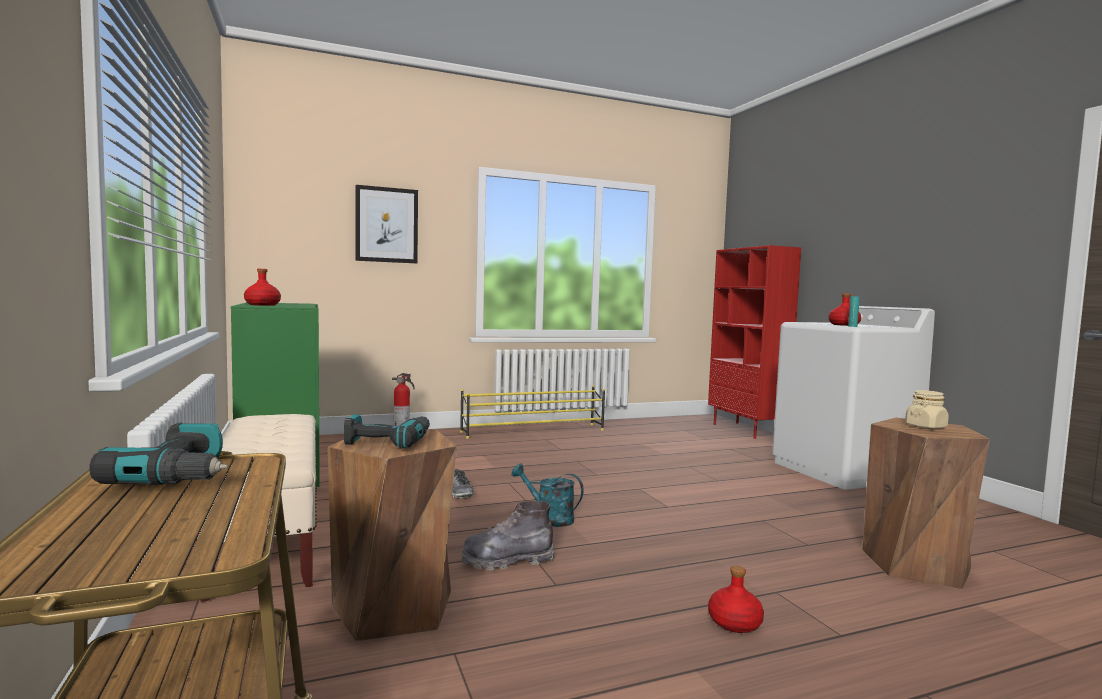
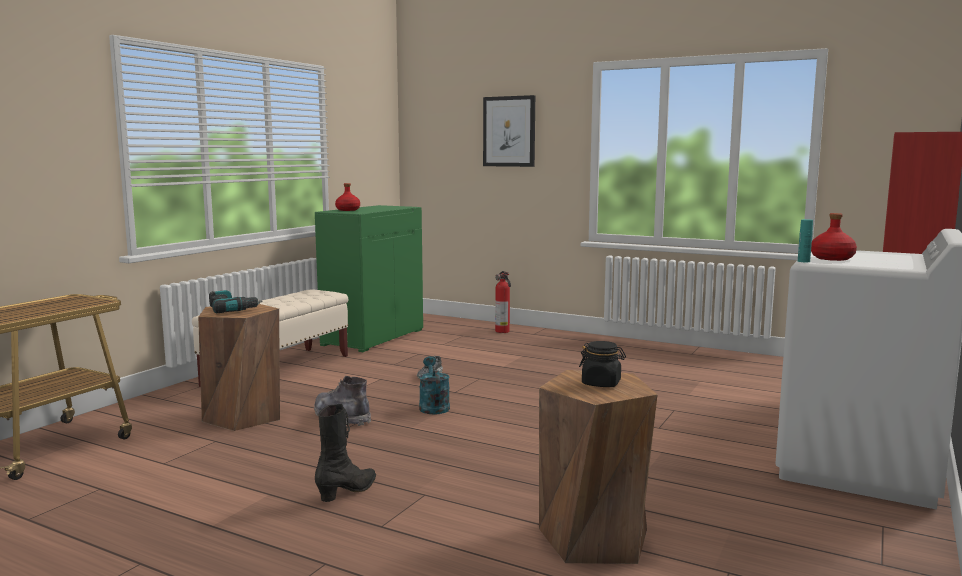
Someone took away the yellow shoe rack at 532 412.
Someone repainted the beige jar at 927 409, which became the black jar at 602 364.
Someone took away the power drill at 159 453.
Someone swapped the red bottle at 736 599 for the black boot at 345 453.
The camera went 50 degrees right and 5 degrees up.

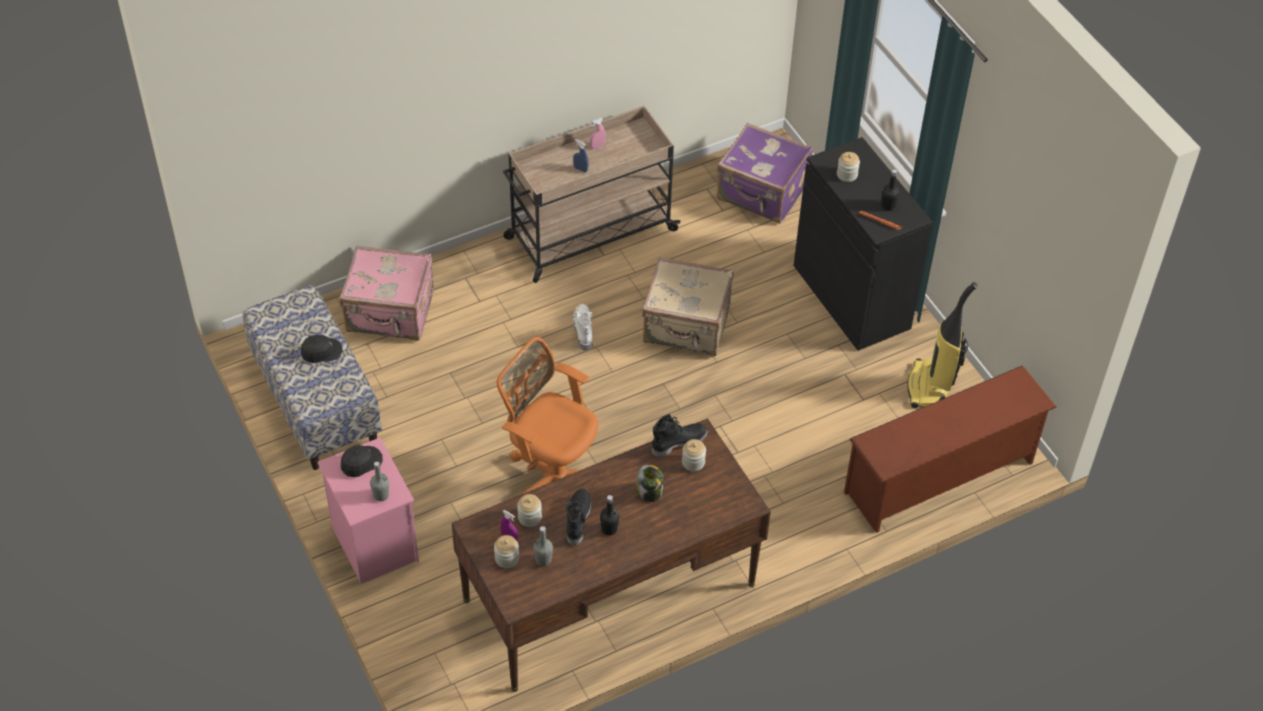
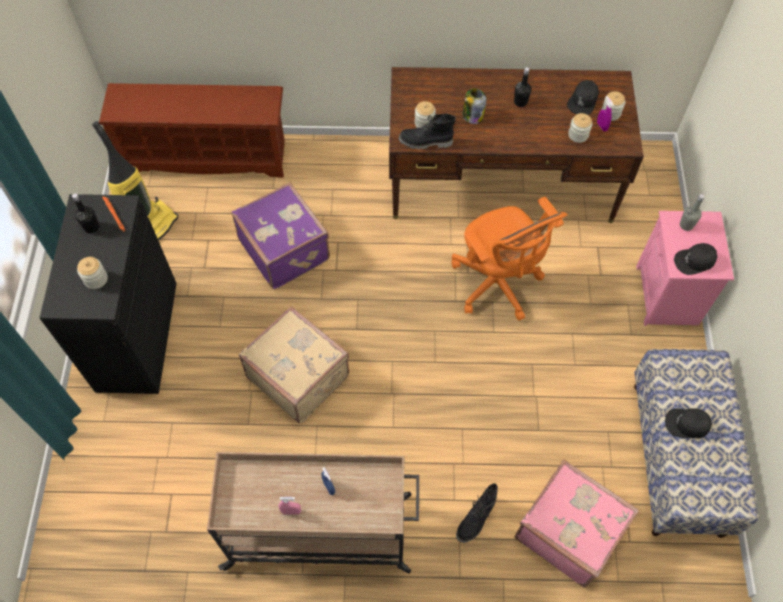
Someone carried the purple suitcase from 765 173 to 280 235.
Someone took away the white boot at 583 327.
Someone carried the black boot from 578 517 to 477 513.
Someone swapped the grey bottle at 543 546 for the black cap at 583 97.
The camera went 150 degrees left and 10 degrees up.

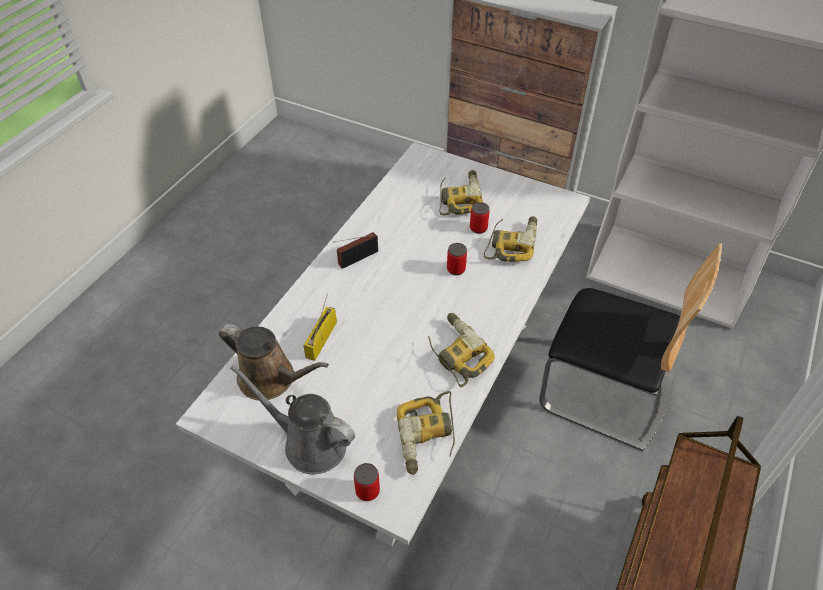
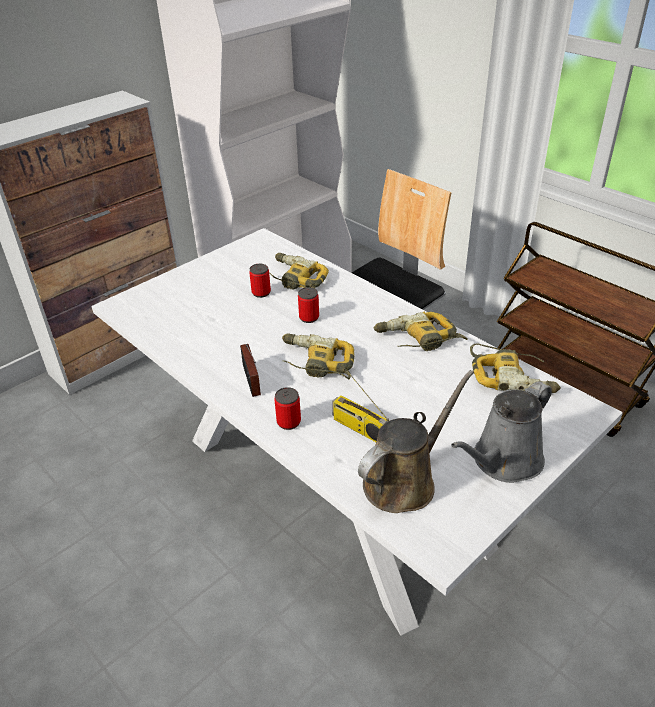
Someone carried the power drill from 461 192 to 318 357.
Someone carried the can from 367 482 to 287 408.
The camera went 70 degrees left and 10 degrees down.

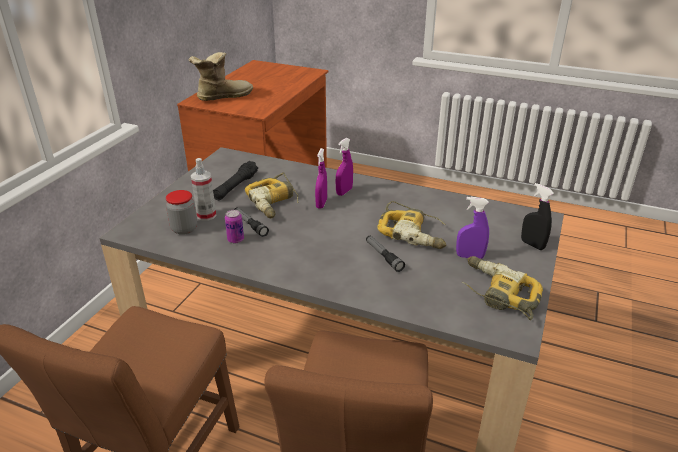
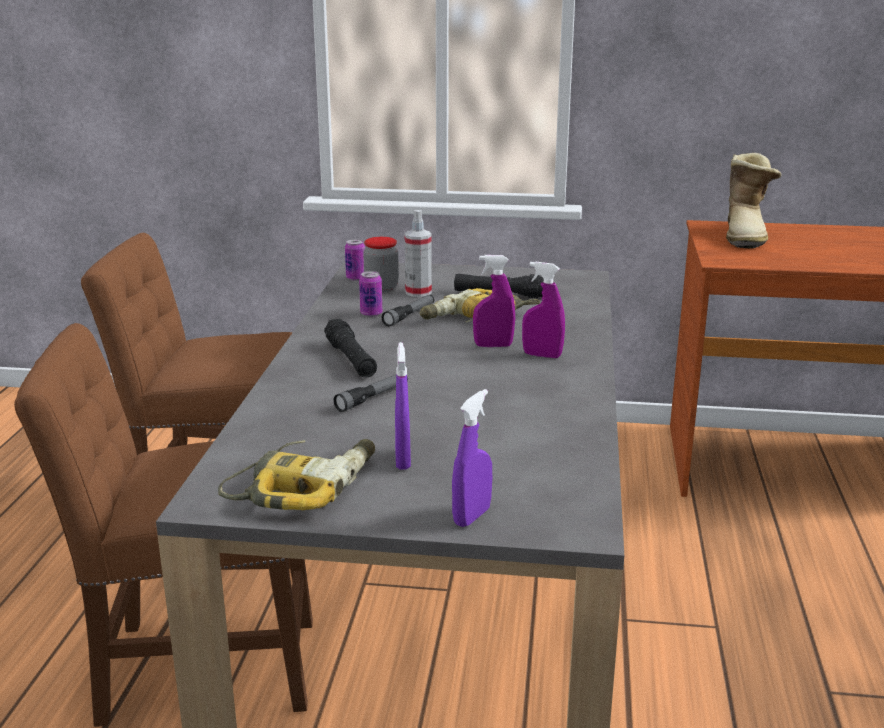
Someone rotated the boot at 221 76 by 60 degrees clockwise.
Someone repainted the black spray bottle at 537 216, which became the purple spray bottle at 472 458.
Someone took away the power drill at 411 225.
Someone put down the can at 355 260.
Someone put down the black flashlight at 350 348.
The camera went 75 degrees right and 10 degrees down.

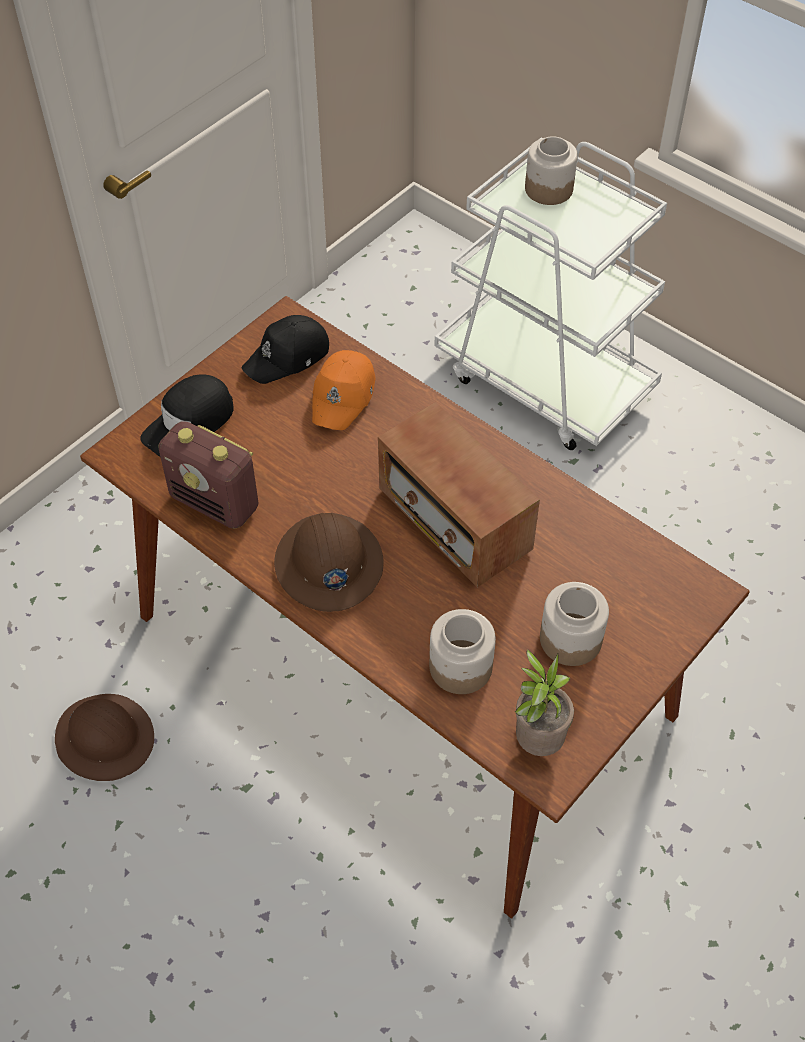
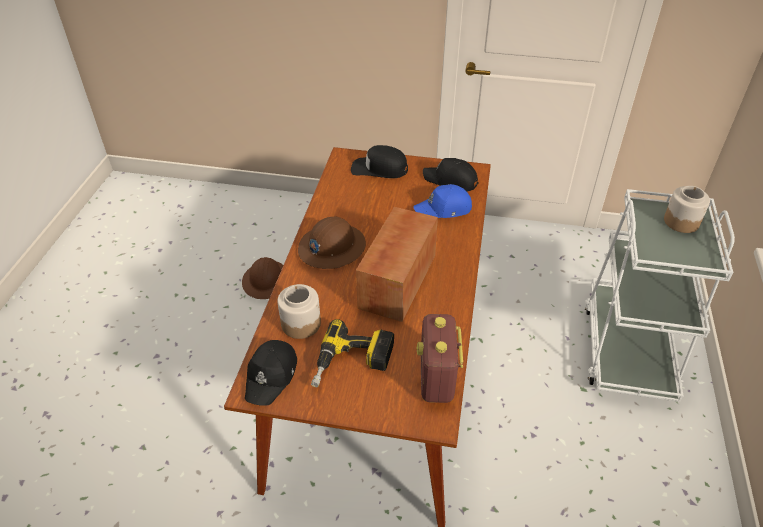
Someone repainted the orange cap at 343 390, which became the blue cap at 442 201.
Someone carried the radio from 208 475 to 440 358.
Someone swapped the jar at 574 624 for the power drill at 352 353.
Someone swapped the potted plant at 544 703 for the black cap at 271 373.
The camera went 60 degrees right and 10 degrees down.

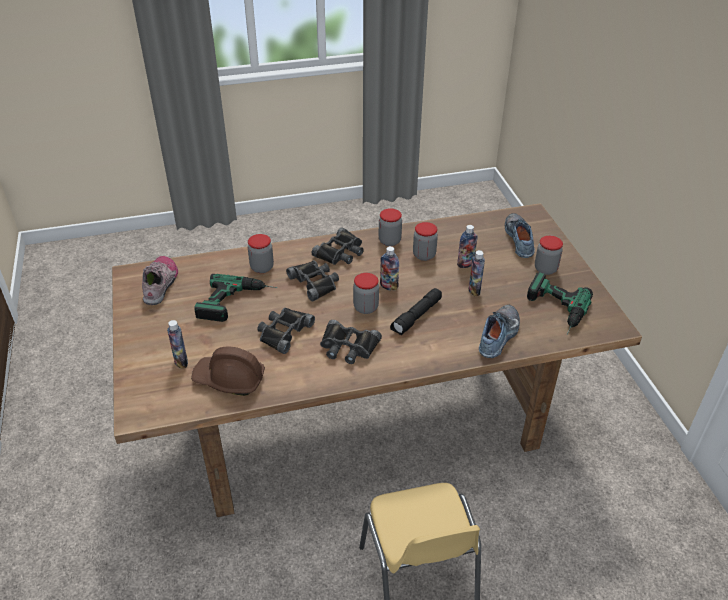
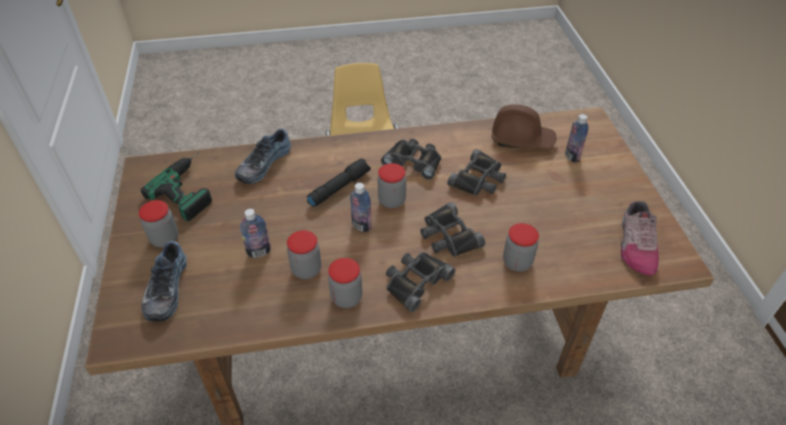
Someone took away the bottle at 477 273.
Someone took away the power drill at 236 298.
The camera went 175 degrees left and 5 degrees up.

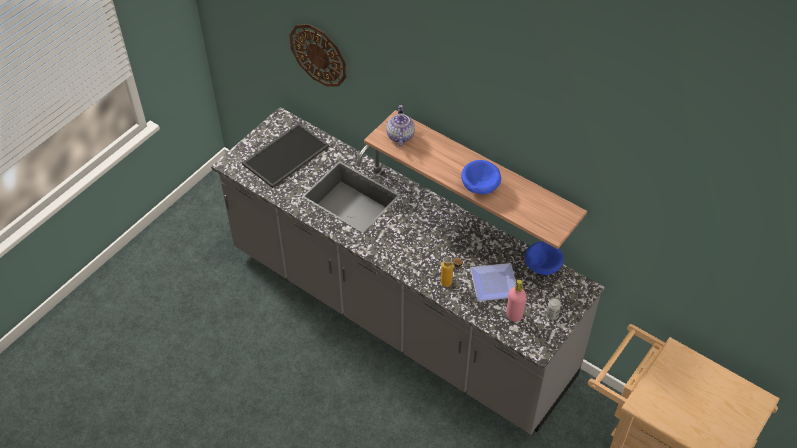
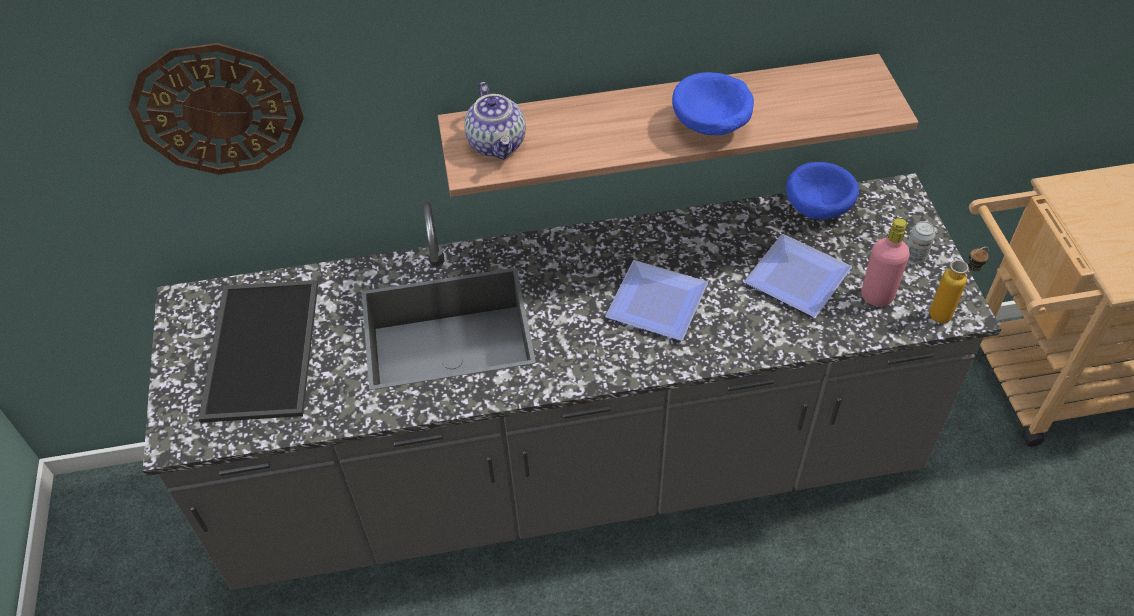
Someone rotated the teapot at 400 125 by 150 degrees counterclockwise.
Someone carried the bottle from 452 271 to 959 285.
Someone put down the plate at 656 300.
The camera went 45 degrees left and 0 degrees up.

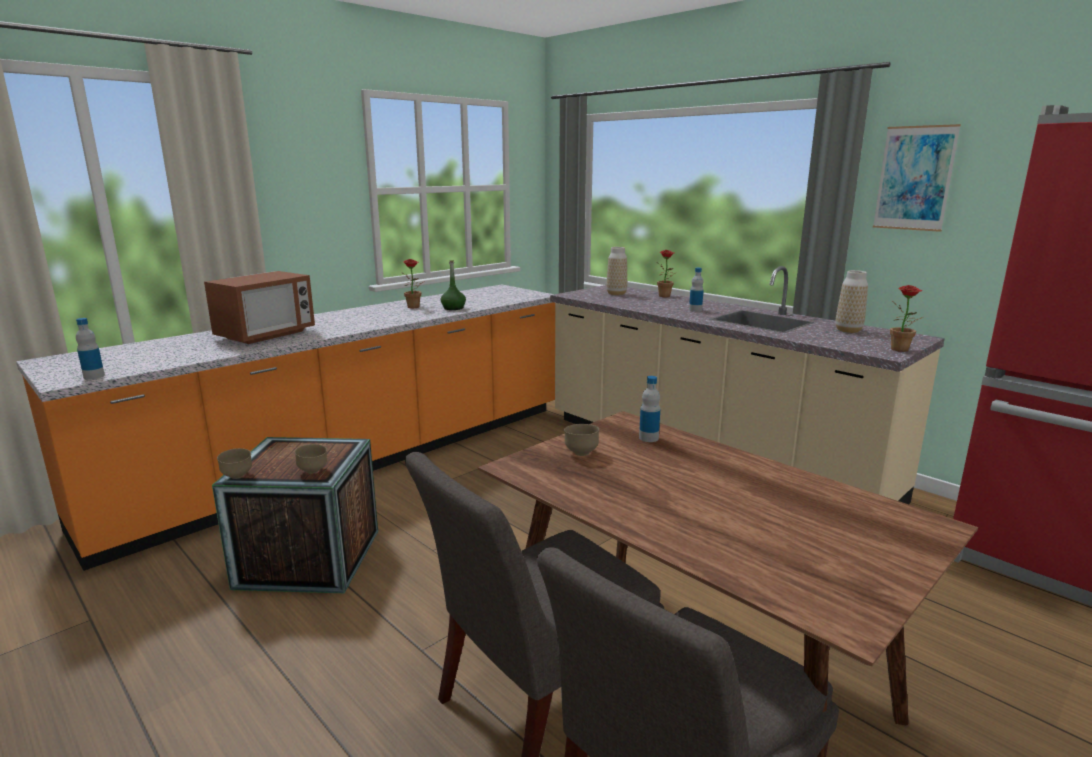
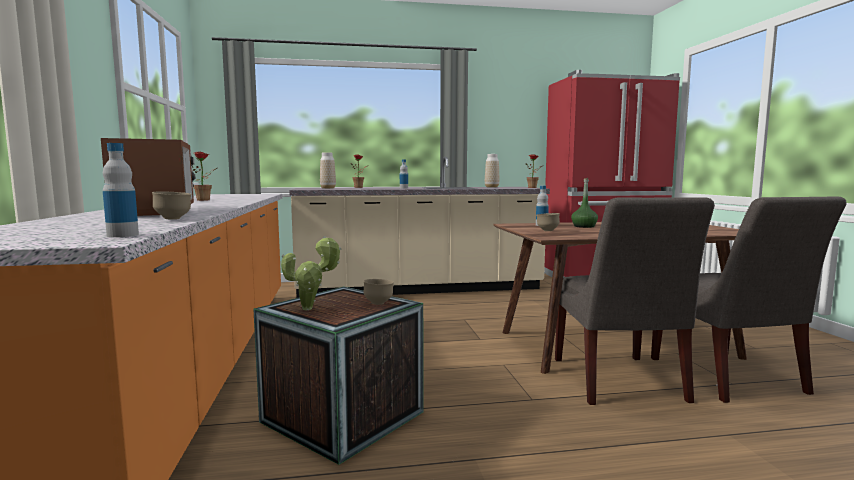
Someone took away the picture at 917 178.
Someone carried the green bottle from 453 285 to 584 203.
Someone carried the brown bowl from 234 463 to 172 205.
Someone put down the potted plant at 311 273.
The camera went 55 degrees left and 10 degrees down.

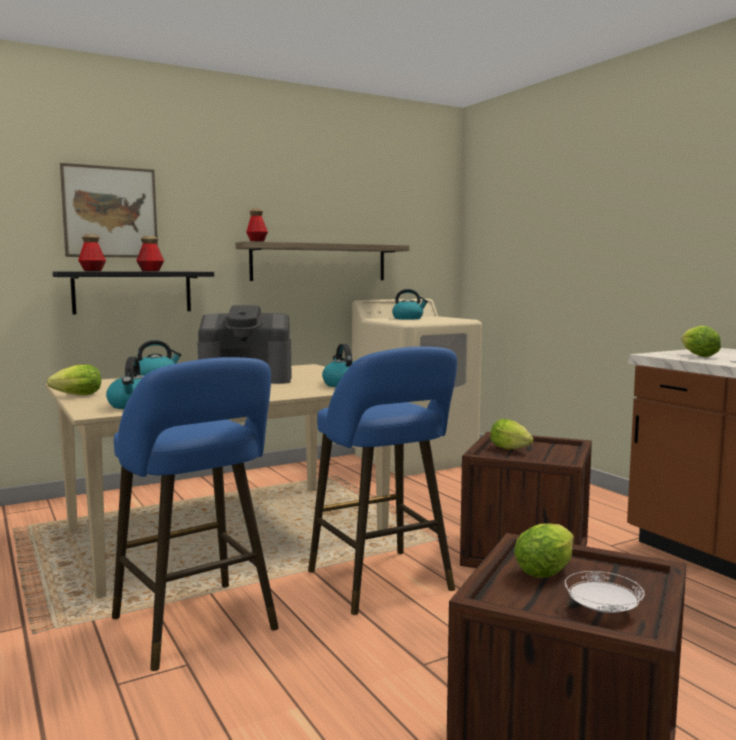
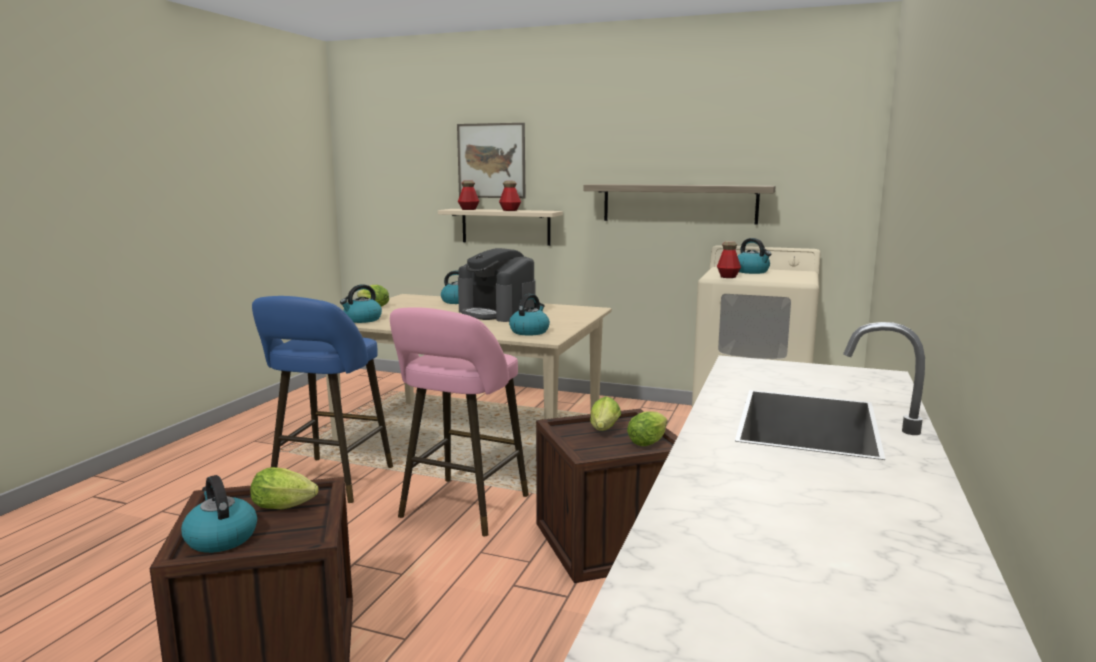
Someone carried the bottle from 257 225 to 729 259.
Someone repainted the black shelf at 133 292, which became the beige shelf at 500 227.
Someone carried the lettuce from 701 341 to 647 428.
Someone repainted the blue stool at 382 480, which became the pink stool at 459 421.
Someone swapped the white plate at 605 592 for the kettle at 219 514.
The camera went 50 degrees right and 5 degrees up.

